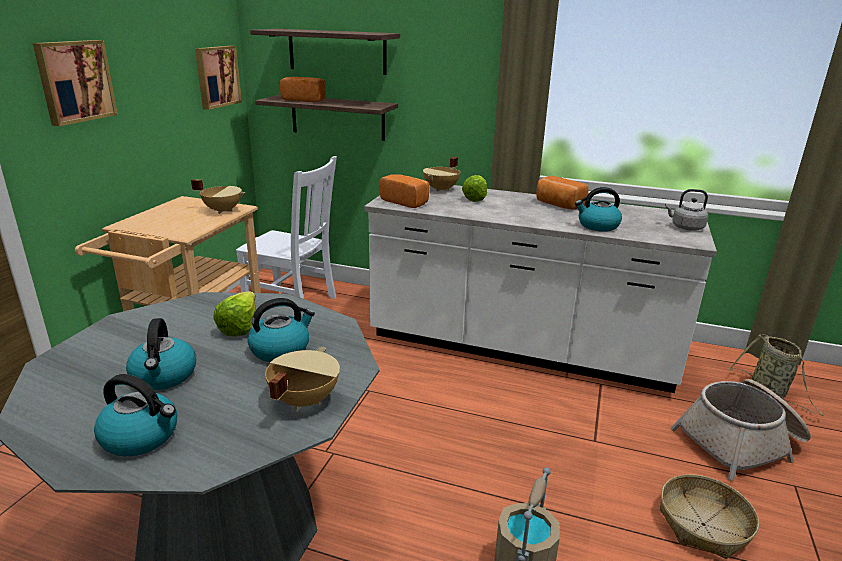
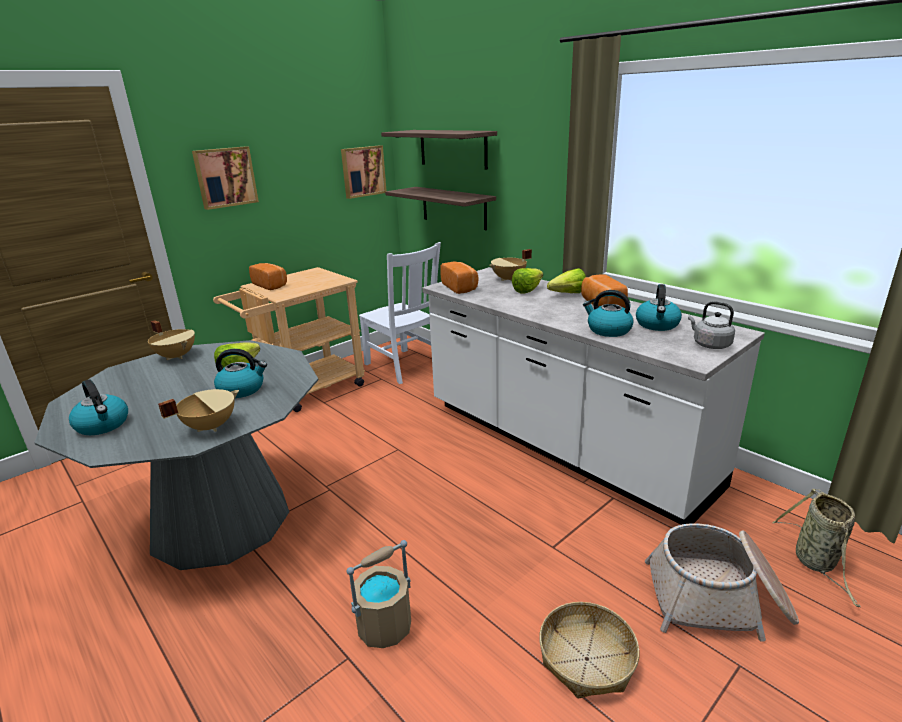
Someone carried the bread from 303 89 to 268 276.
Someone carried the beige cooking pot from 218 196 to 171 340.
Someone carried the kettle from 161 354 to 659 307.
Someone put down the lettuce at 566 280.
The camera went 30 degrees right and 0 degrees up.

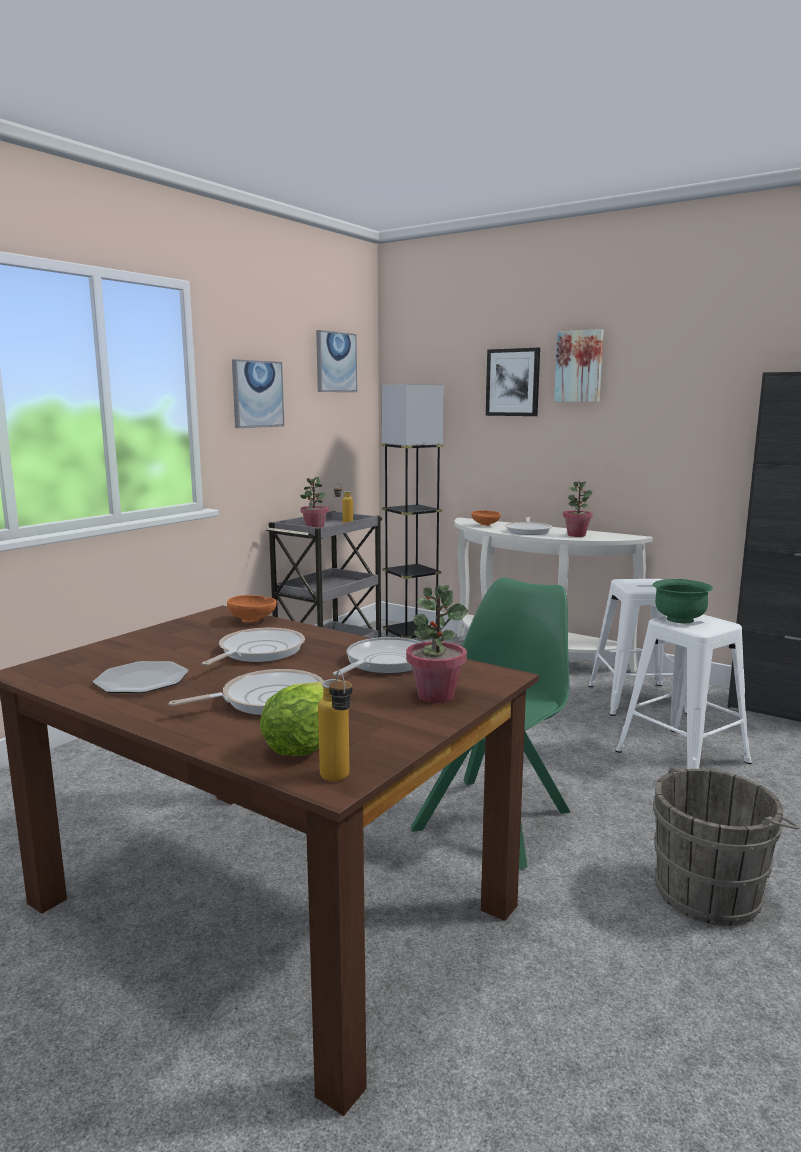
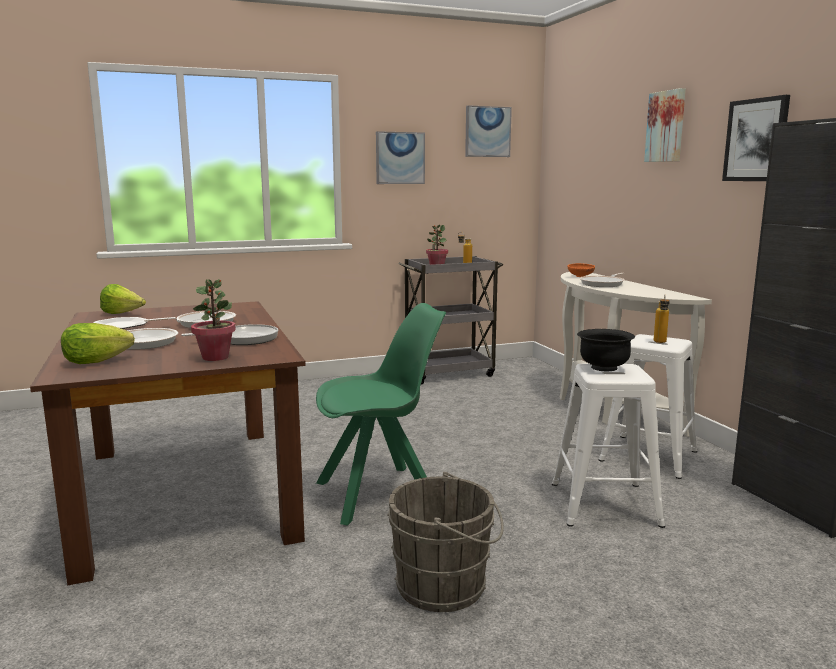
Someone carried the picture from 513 382 to 756 138.
Someone took away the grey floor lamp at 413 511.
Someone took away the potted plant at 578 509.
Someone repainted the green bowl at 683 601, which became the black bowl at 606 350.
Someone took away the orange bowl at 252 608.
Someone carried the bottle from 335 725 to 662 319.
Someone put down the lettuce at 123 299.
The camera went 35 degrees right and 0 degrees up.

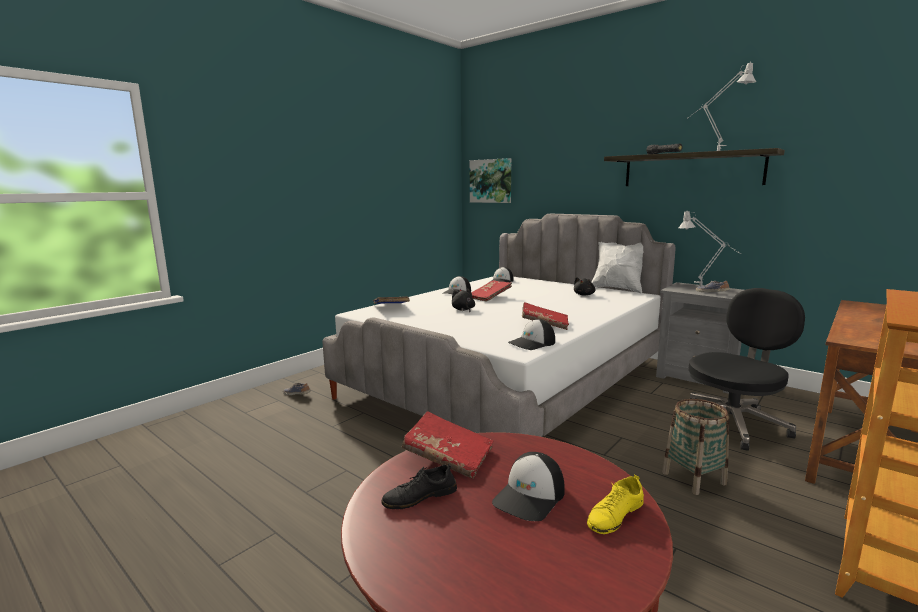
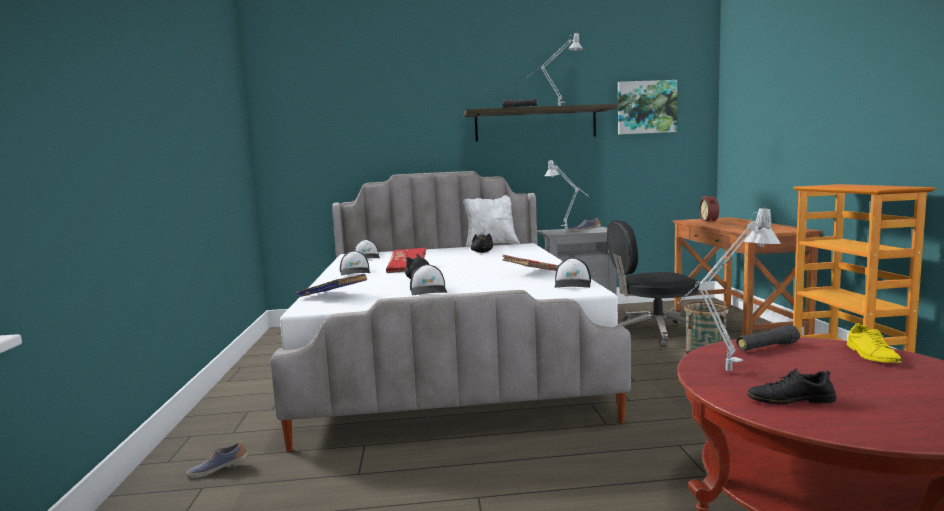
Someone carried the picture from 490 180 to 647 107.
Someone rotated the black office chair at 746 369 by 105 degrees counterclockwise.
Someone swapped the red book at 448 445 for the grey table lamp at 725 289.
Someone carried the cap from 528 486 to 428 280.
Someone rotated the black shoe at 419 486 by 75 degrees clockwise.
Someone put down the alarm clock at 709 209.
Someone put down the black flashlight at 768 338.
The camera went 45 degrees left and 5 degrees down.

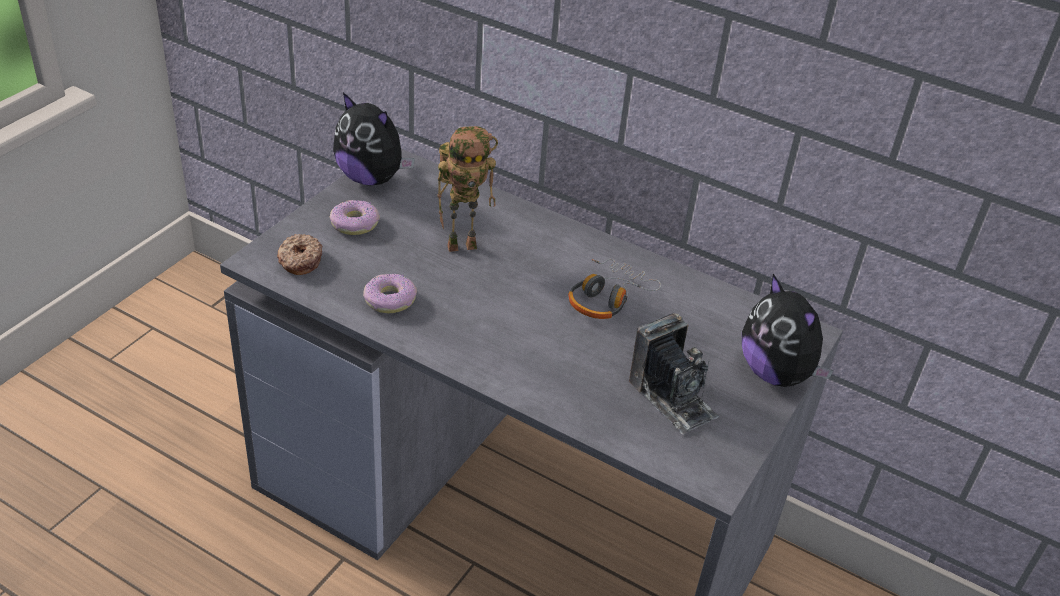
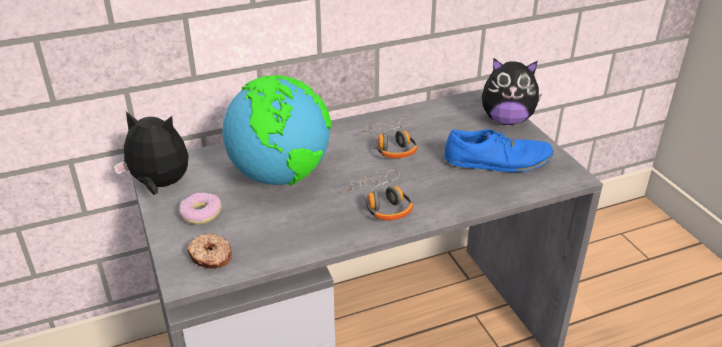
Someone rotated the plush toy at 374 139 by 150 degrees counterclockwise.
Someone swapped the toy robot at 467 189 for the globe at 277 130.
Someone took away the donut at 390 293.
Someone swapped the photo camera at 674 374 for the blue shoe at 498 150.
Someone put down the headphones at 379 195.
The camera went 50 degrees left and 5 degrees down.

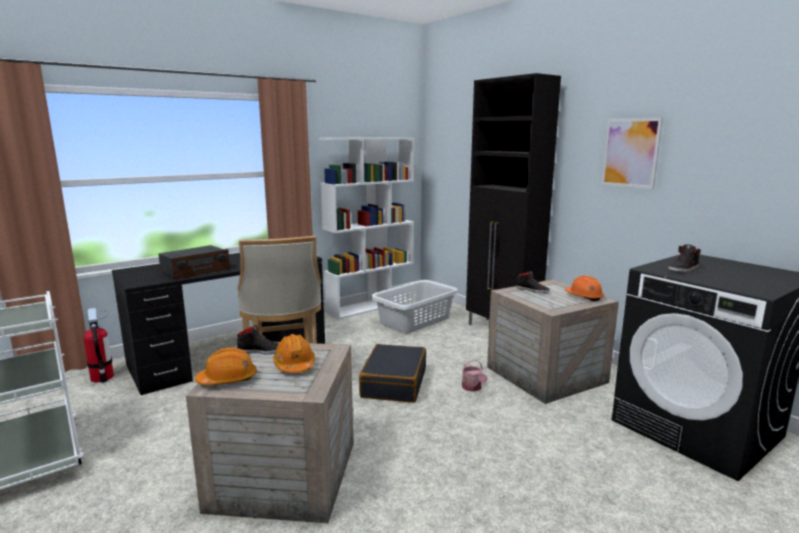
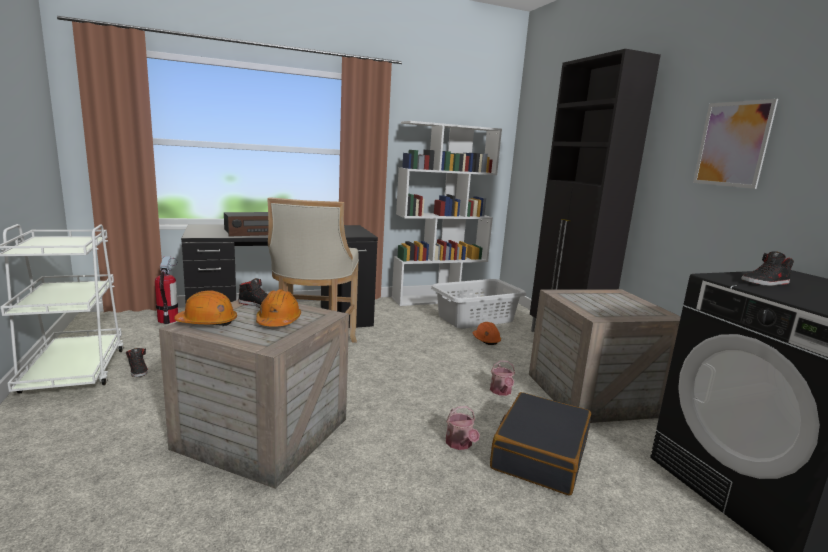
Someone carried the black shoe from 533 282 to 137 362.
Someone carried the orange hard hat from 584 288 to 487 333.
Someone carried the black suitcase from 392 373 to 540 444.
Someone put down the watering can at 463 428.
The camera went 15 degrees right and 0 degrees up.

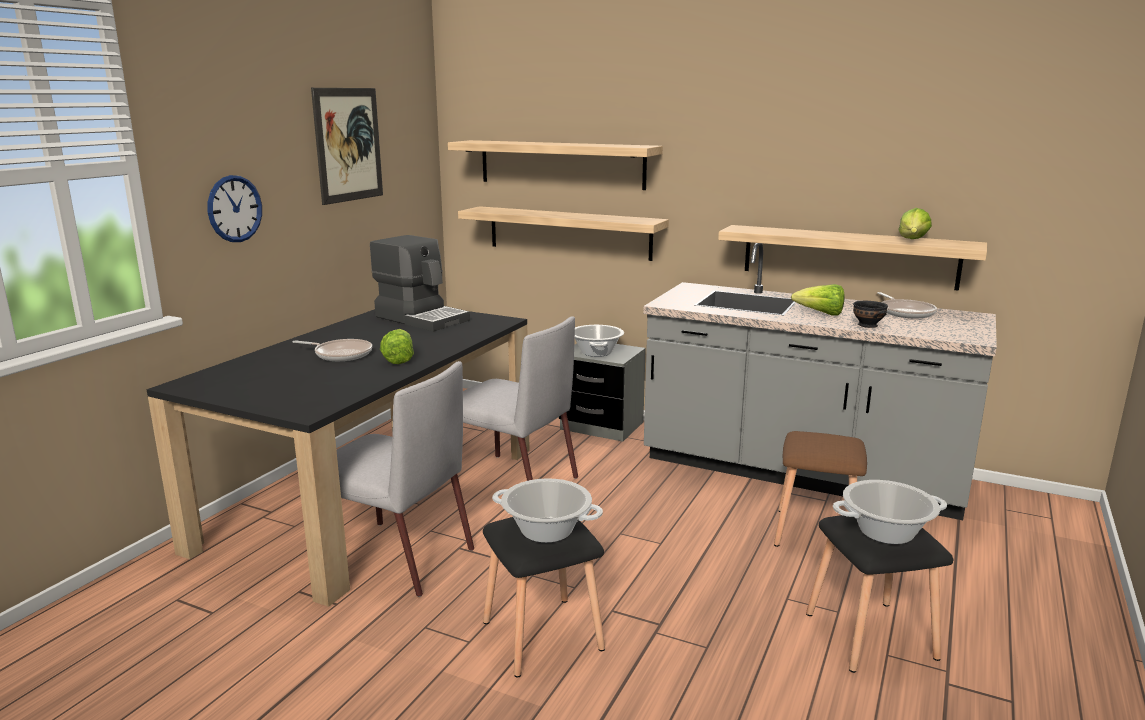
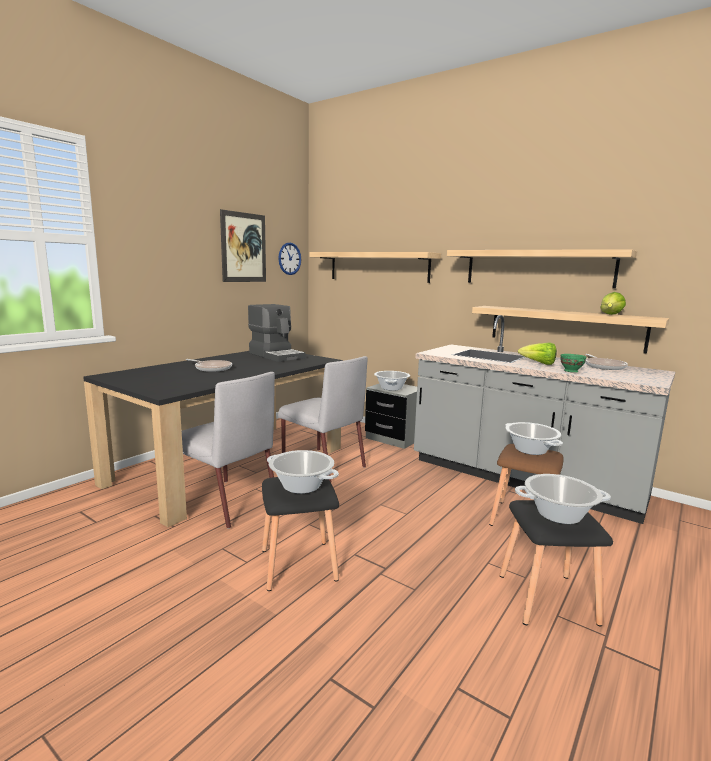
Someone carried the wall clock from 235 208 to 289 259.
Someone carried the shelf from 563 233 to 542 268.
Someone repainted the black bowl at 870 314, which became the green bowl at 573 363.
Someone took away the lettuce at 397 346.
Someone put down the cooking pot at 534 438.
The camera went 10 degrees right and 5 degrees down.

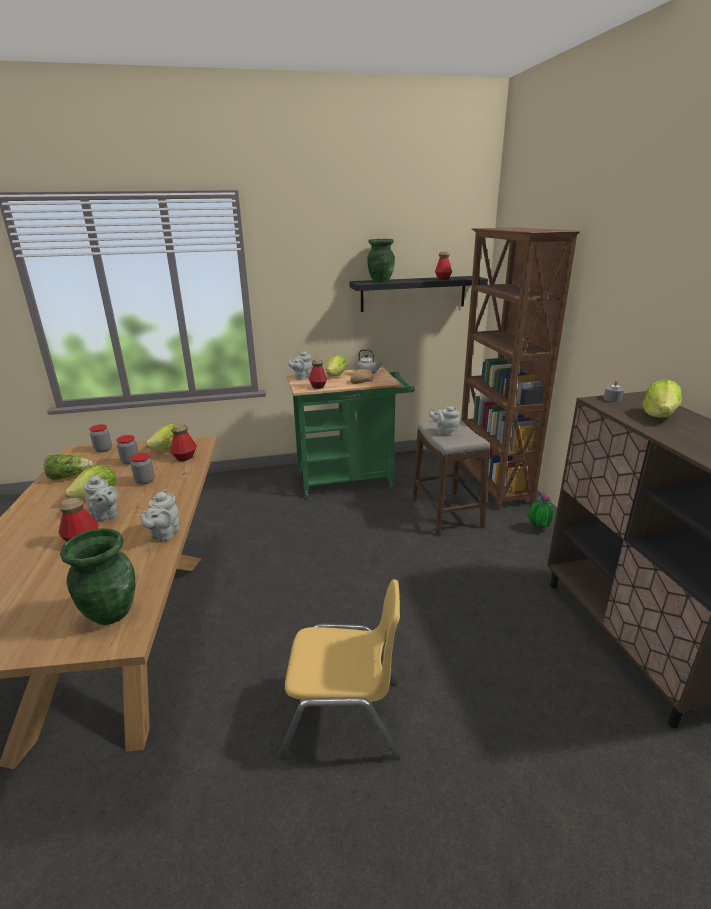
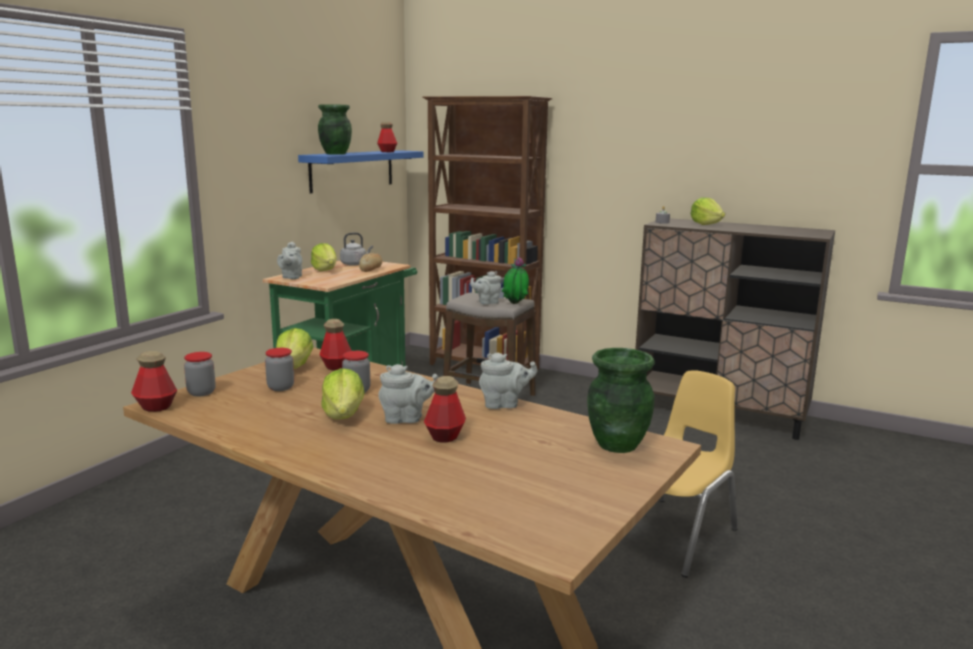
Someone repainted the black shelf at 418 294, which became the blue shelf at 360 171.
Someone carried the bottle from 318 374 to 154 381.
Someone took away the lettuce at 68 467.
Someone rotated the grey teapot at 160 516 by 60 degrees counterclockwise.
Someone carried the potted plant from 540 510 to 515 280.
The camera went 50 degrees left and 10 degrees down.

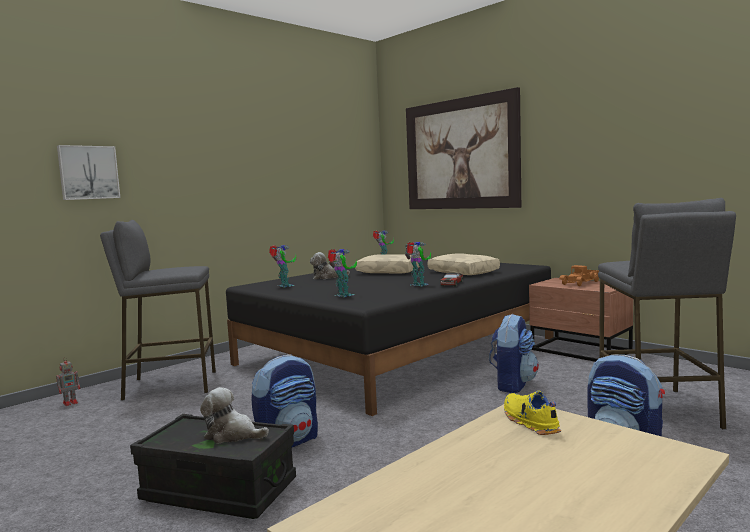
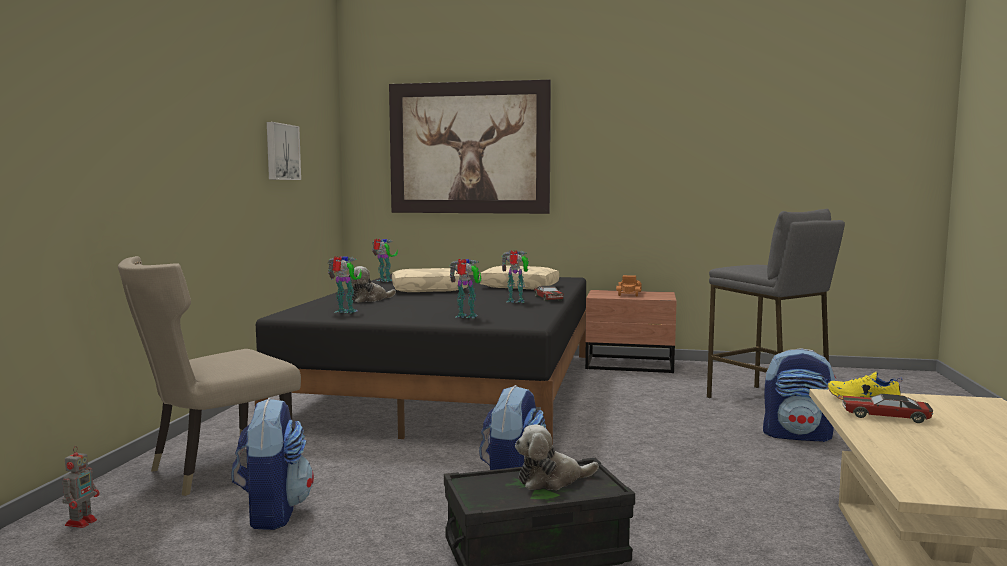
Someone carried the picture from 88 172 to 284 151.
Someone swapped the grey stool at 158 310 for the beige chair at 209 376.
Someone carried the backpack from 514 353 to 272 464.
Someone put down the toy car at 887 408.
The camera went 35 degrees left and 0 degrees up.

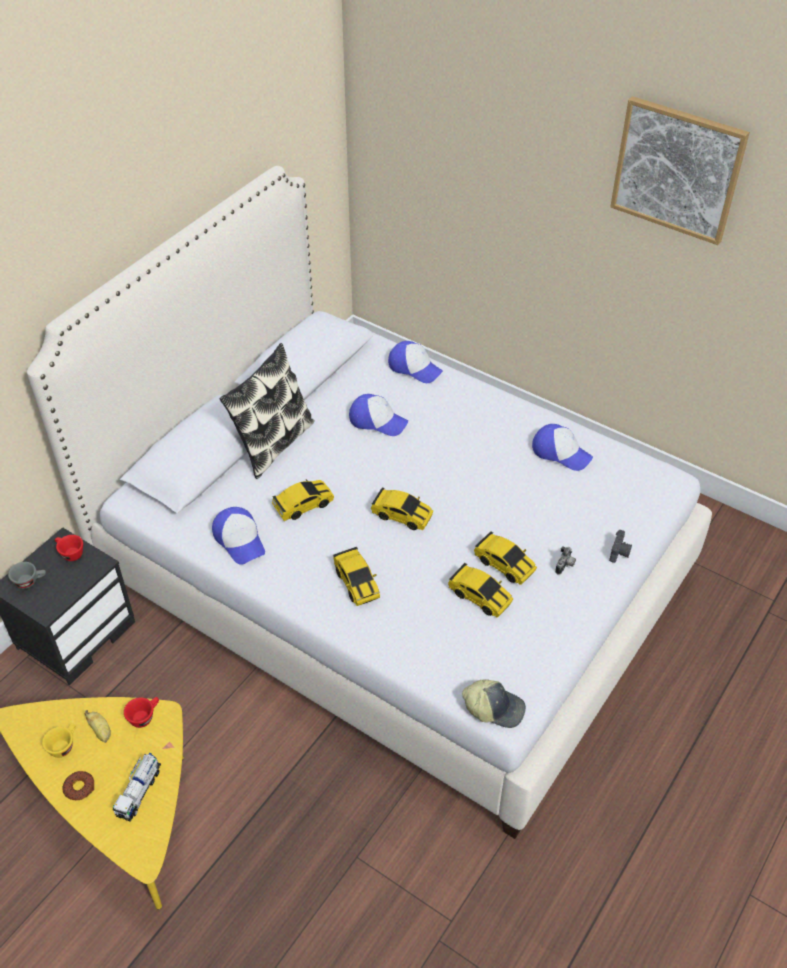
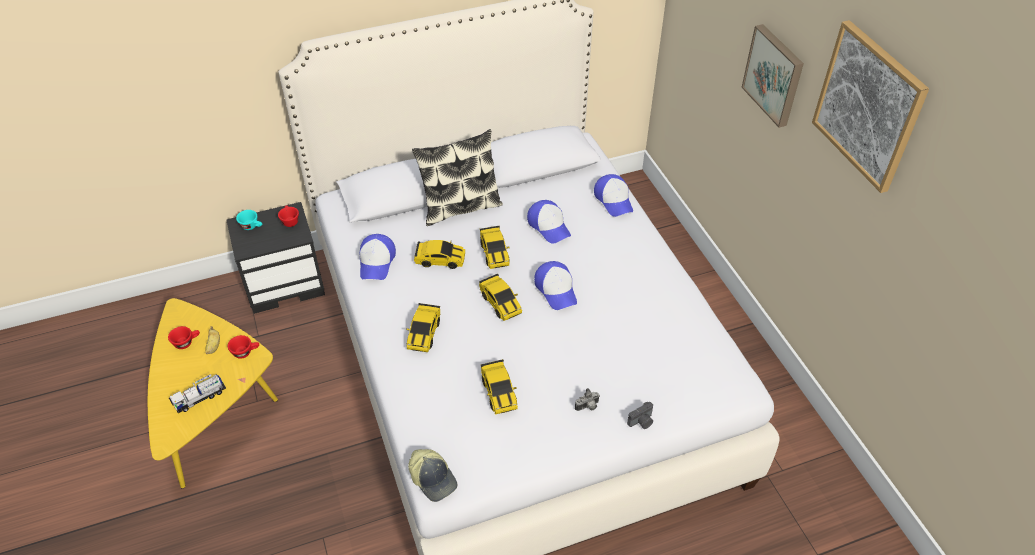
Someone carried the cap from 562 447 to 555 285.
Someone carried the toy car from 505 558 to 494 247.
Someone repainted the grey cup at 27 575, which became the turquoise cup at 249 220.
Someone repainted the yellow cup at 59 740, which became the red cup at 184 337.
Someone took away the donut at 78 785.
Someone put up the picture at 772 76.
The camera went 35 degrees right and 0 degrees up.

